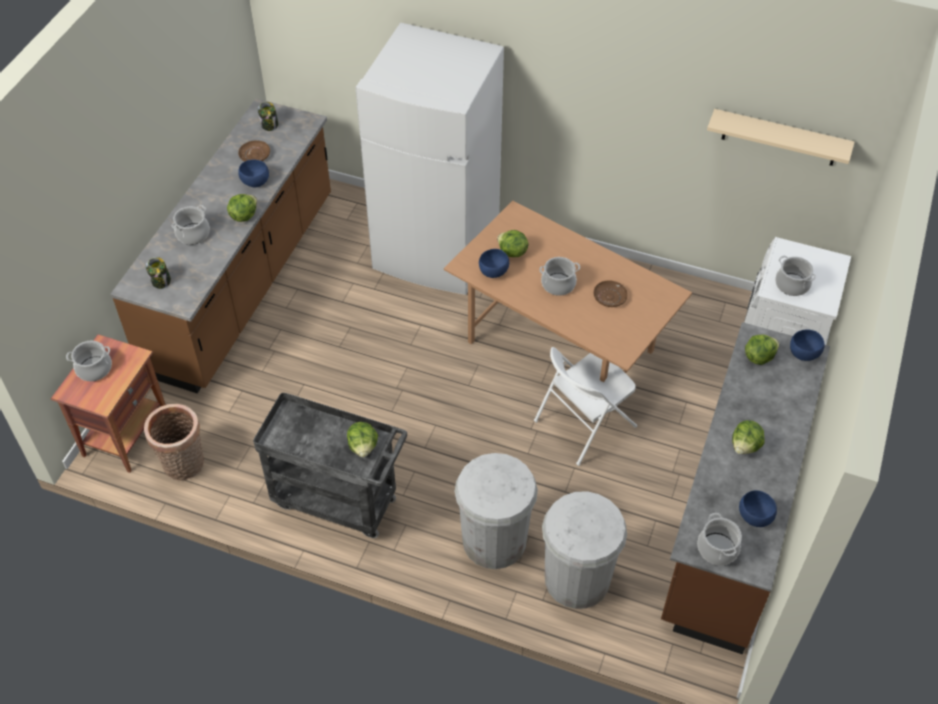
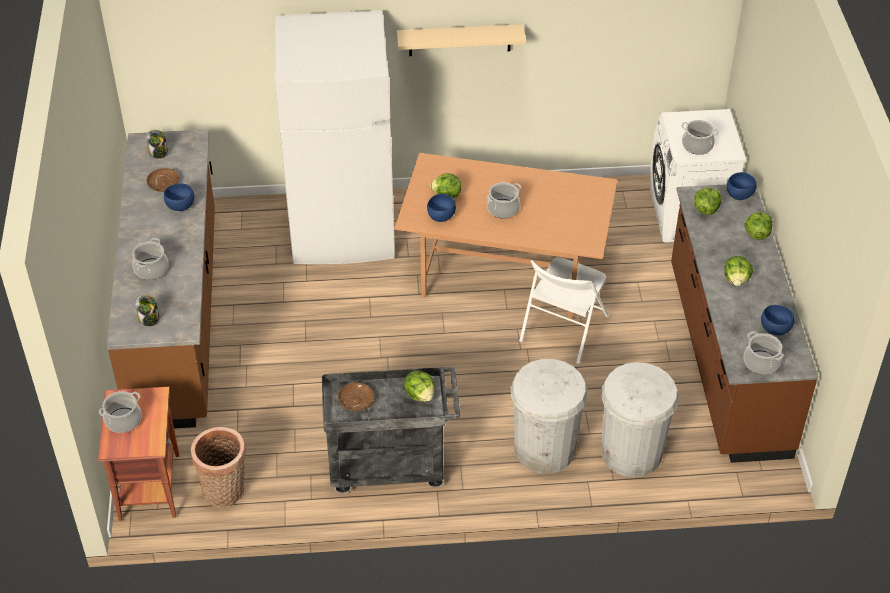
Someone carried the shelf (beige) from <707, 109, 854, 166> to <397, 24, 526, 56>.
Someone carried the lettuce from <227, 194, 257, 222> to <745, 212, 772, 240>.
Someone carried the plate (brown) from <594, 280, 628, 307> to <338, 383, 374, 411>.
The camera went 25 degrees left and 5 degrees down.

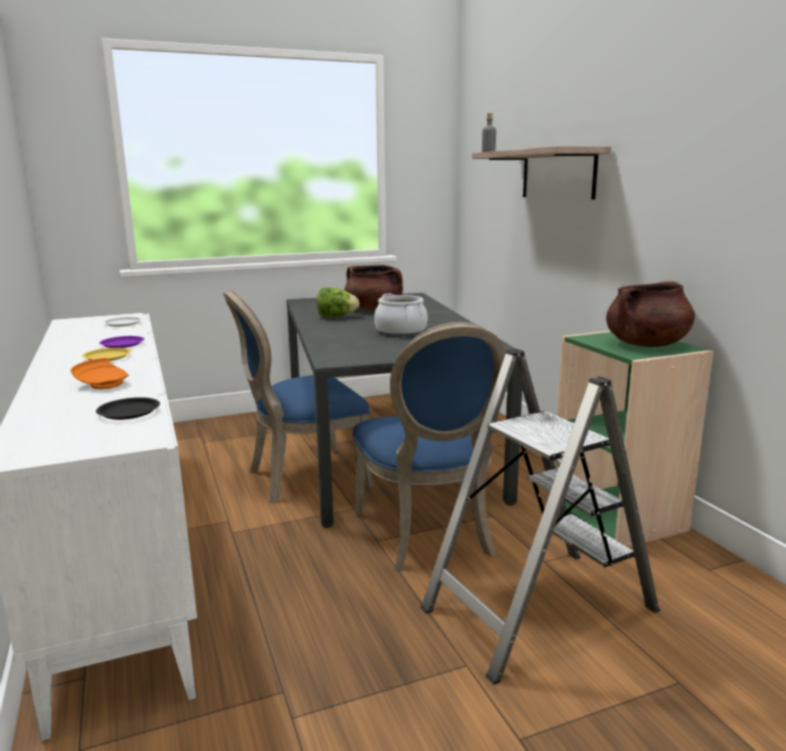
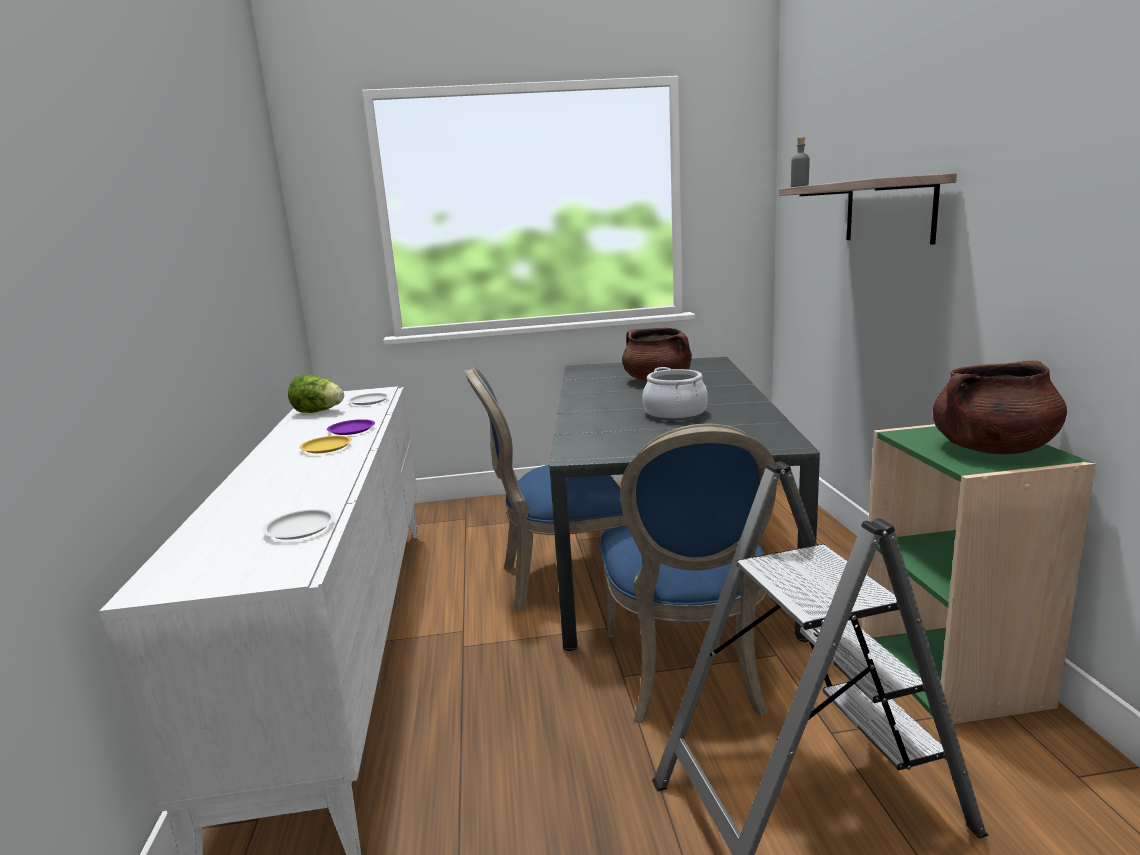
Someone carried the lettuce from <317, 288, 359, 318> to <288, 375, 344, 413>.
Someone took away the plate (orange) at <71, 358, 129, 389>.
Someone repainted the plate (black) at <96, 397, 160, 420>, which became the plate (white) at <262, 509, 335, 540>.
The camera went 15 degrees right and 0 degrees up.

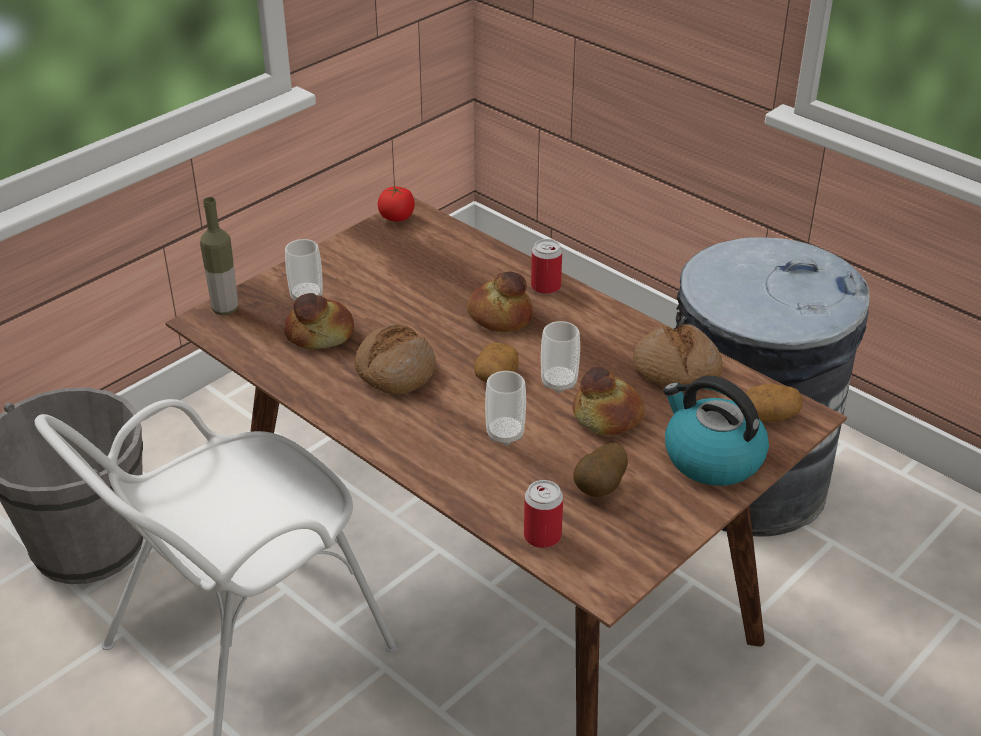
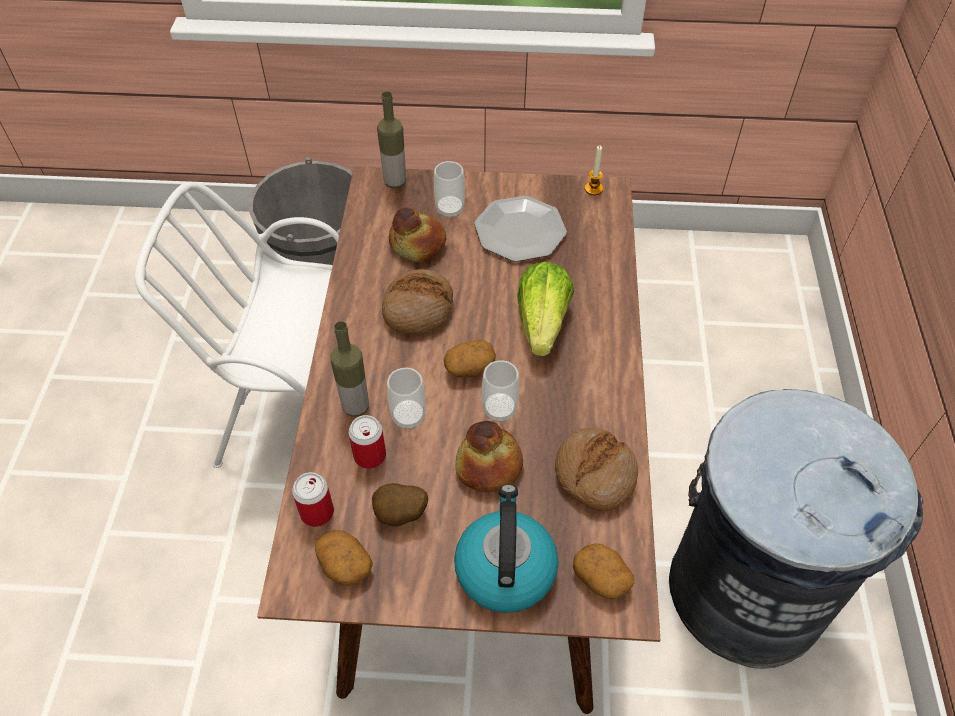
Someone swapped the tomato at <378, 186, 415, 222> for the candle at <585, 145, 603, 195>.
Someone carried the can from <531, 239, 562, 294> to <348, 415, 386, 469>.
Someone swapped the bread at <467, 272, 533, 332> for the lettuce at <517, 262, 574, 356>.
Someone put down the plate at <474, 196, 567, 262>.
Someone put down the bottle at <331, 321, 369, 417>.
Someone put down the potato at <315, 530, 373, 586>.
The camera went 50 degrees right and 15 degrees up.

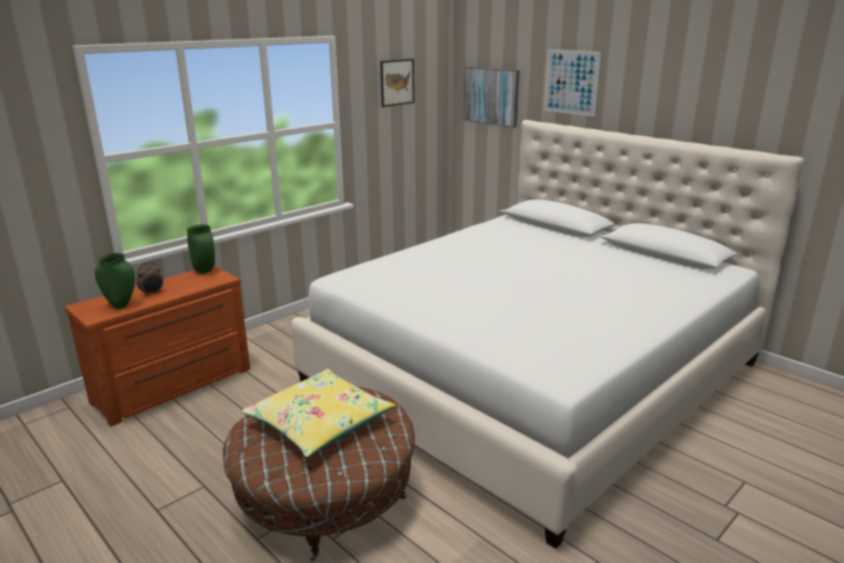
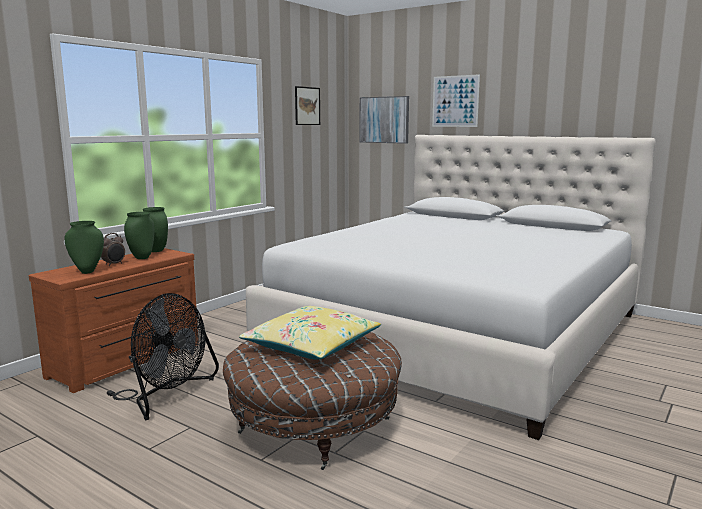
Someone put down the vase (green) at <124, 212, 155, 259>.
Someone put down the fan (black) at <107, 293, 219, 421>.
The camera went 10 degrees left and 10 degrees down.

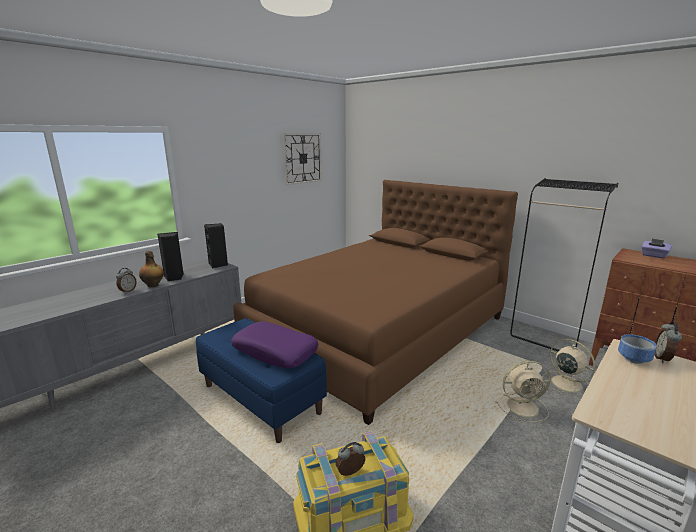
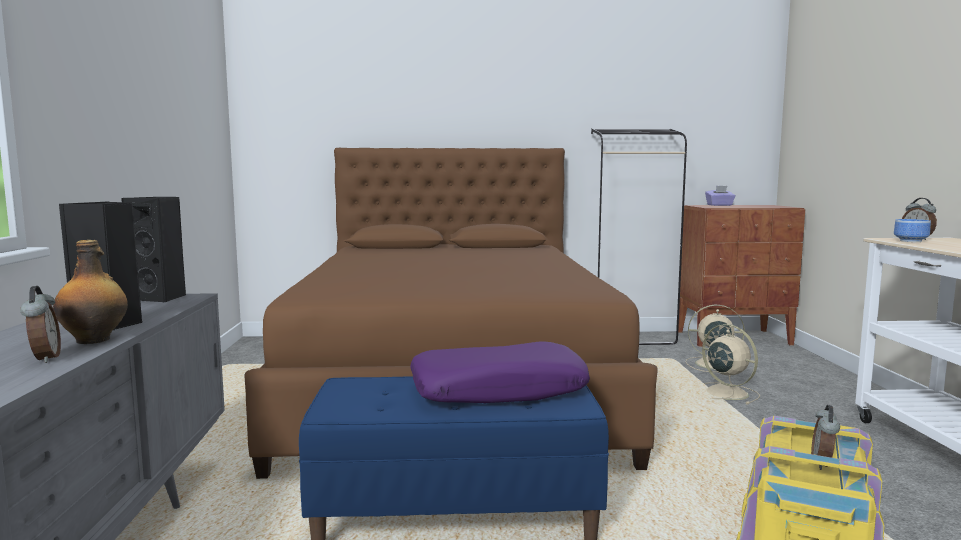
Someone took away the wall clock at <283, 133, 322, 185>.
Someone rotated the fan (beige) at <495, 361, 551, 422> by 75 degrees counterclockwise.
The camera went 45 degrees left and 10 degrees down.

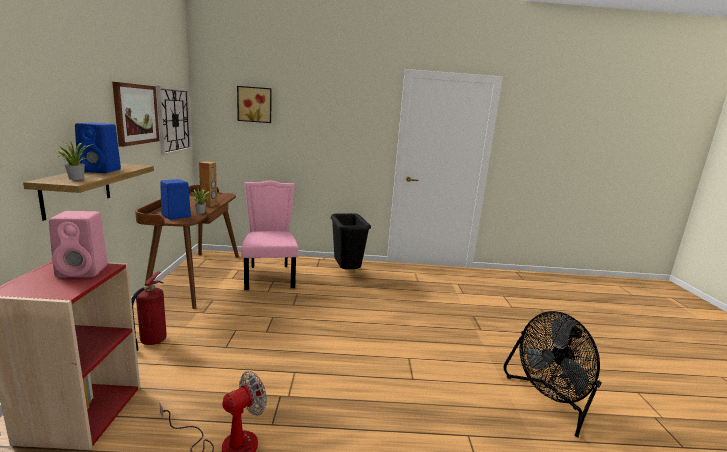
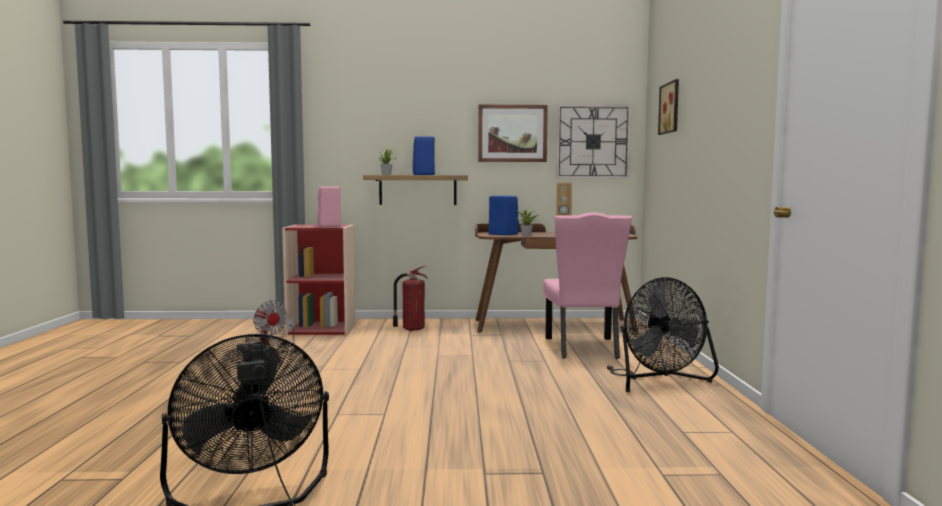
Someone rotated the chair (pink) at <241, 181, 298, 290> by 105 degrees clockwise.
Someone swapped the trash can (black) at <331, 213, 371, 269> for the fan (black) at <607, 277, 719, 392>.
The camera went 90 degrees right and 10 degrees down.

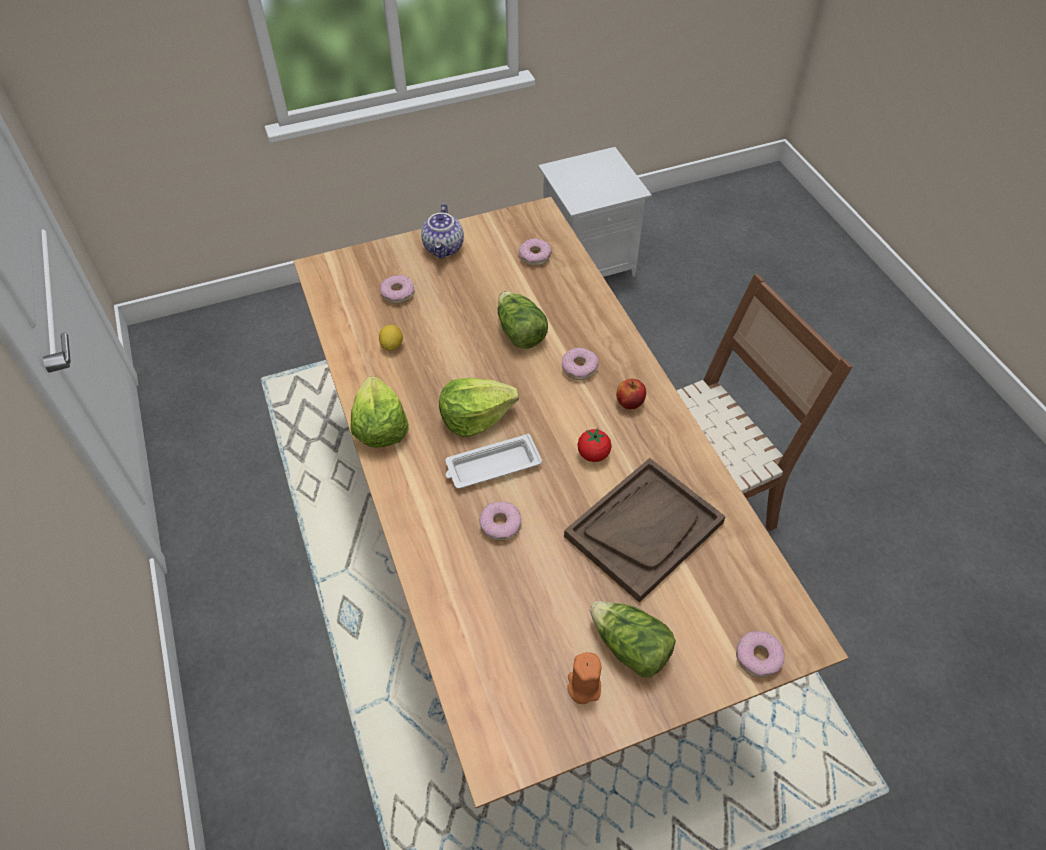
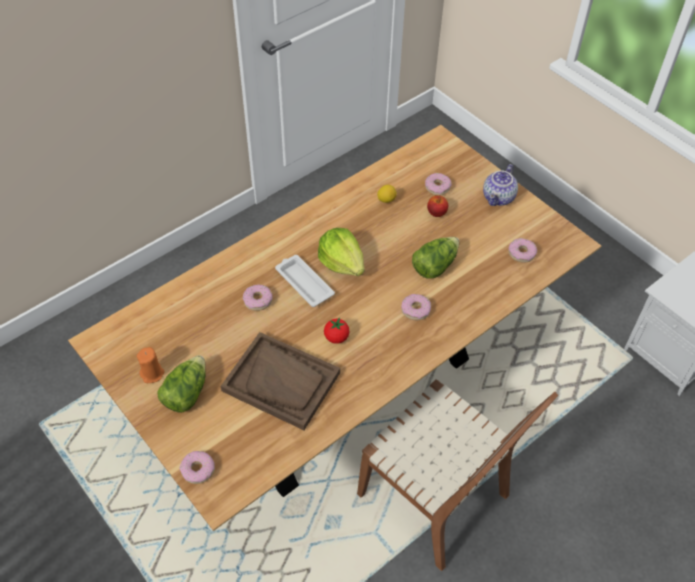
Someone rotated the teapot at <421, 203, 464, 259> by 45 degrees counterclockwise.
Someone took away the lettuce at <351, 376, 409, 448>.
Someone carried the apple from <616, 379, 646, 409> to <427, 195, 448, 217>.
The camera went 70 degrees right and 0 degrees up.

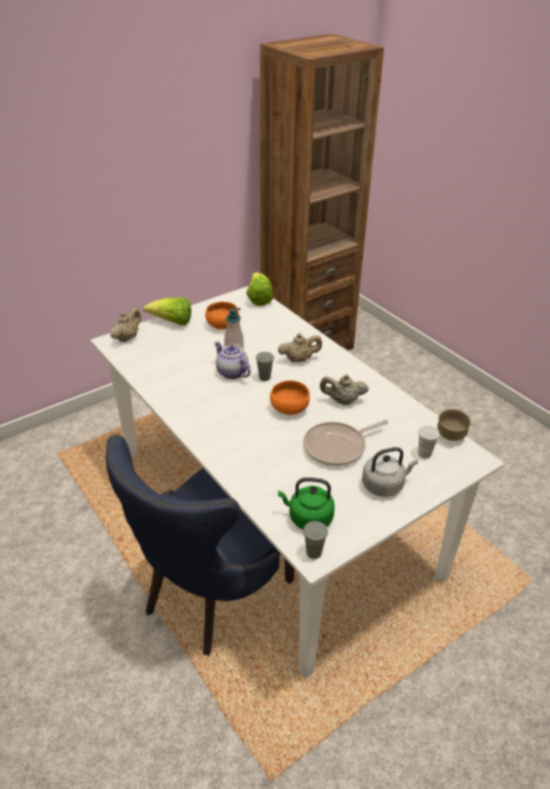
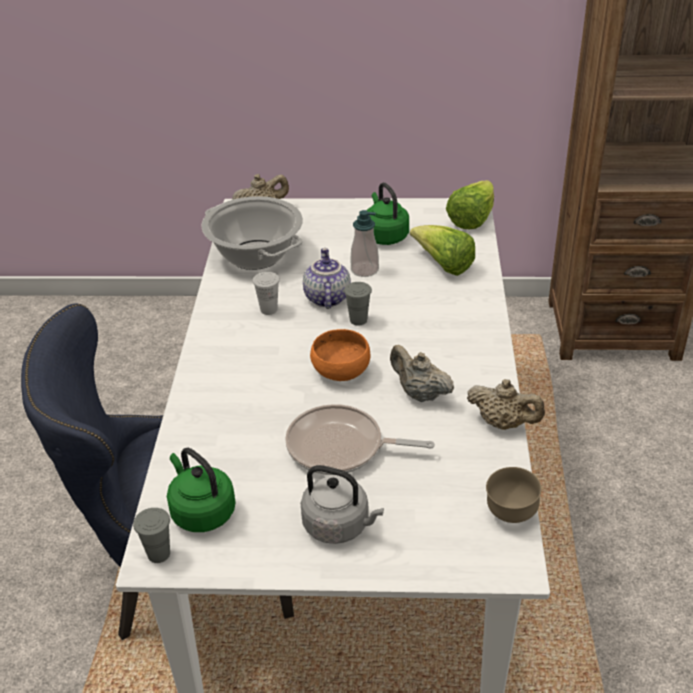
Someone carried the lettuce from <143, 297, 191, 325> to <410, 225, 475, 276>.
Someone swapped the bowl (orange) at <205, 302, 239, 329> for the kettle (green) at <366, 182, 409, 245>.
Someone carried the teapot (beige) from <278, 333, 322, 363> to <467, 379, 545, 430>.
Someone carried the cup (white) from <418, 426, 440, 459> to <253, 272, 280, 315>.
Someone put down the cooking pot at <201, 196, 303, 270>.
The camera went 40 degrees right and 0 degrees up.

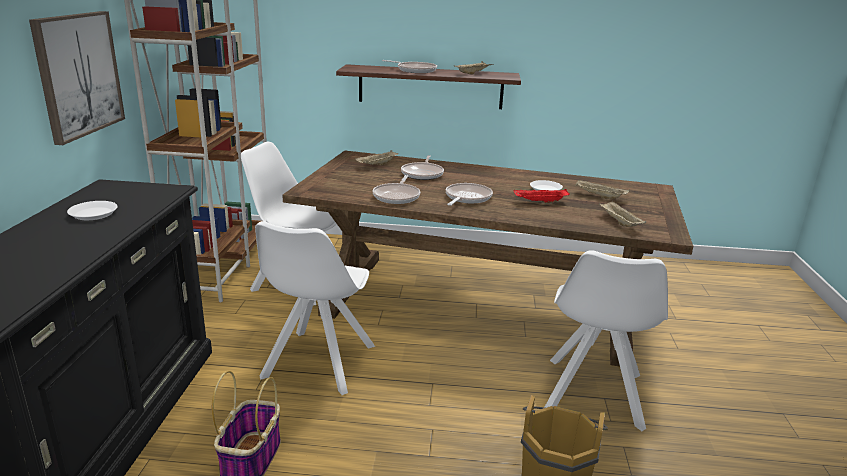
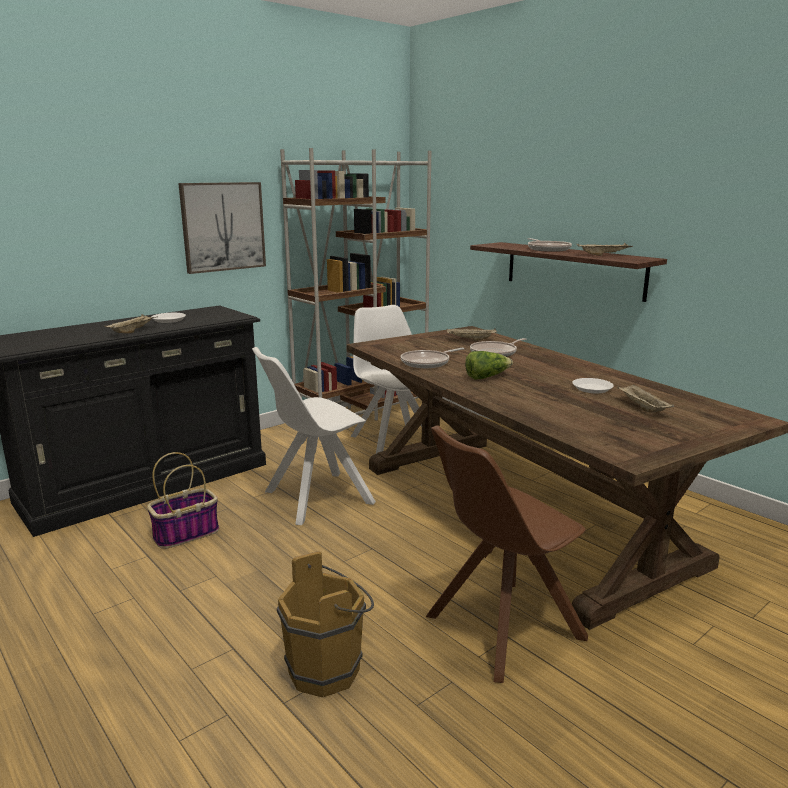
Someone swapped the frying pan at <446, 183, 493, 206> for the lettuce at <465, 351, 513, 379>.
Someone took away the tray (red) at <514, 189, 570, 204>.
Someone carried the tray (beige) from <599, 201, 646, 227> to <104, 314, 155, 334>.
Someone repainted the chair (white) at <545, 250, 668, 431>, which became the chair (brown) at <426, 425, 588, 683>.
The camera went 45 degrees right and 5 degrees down.

